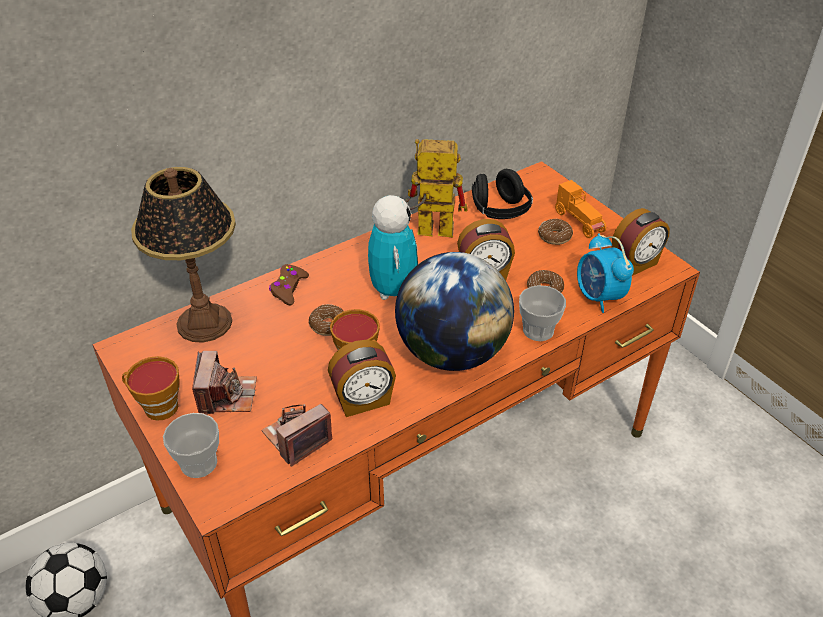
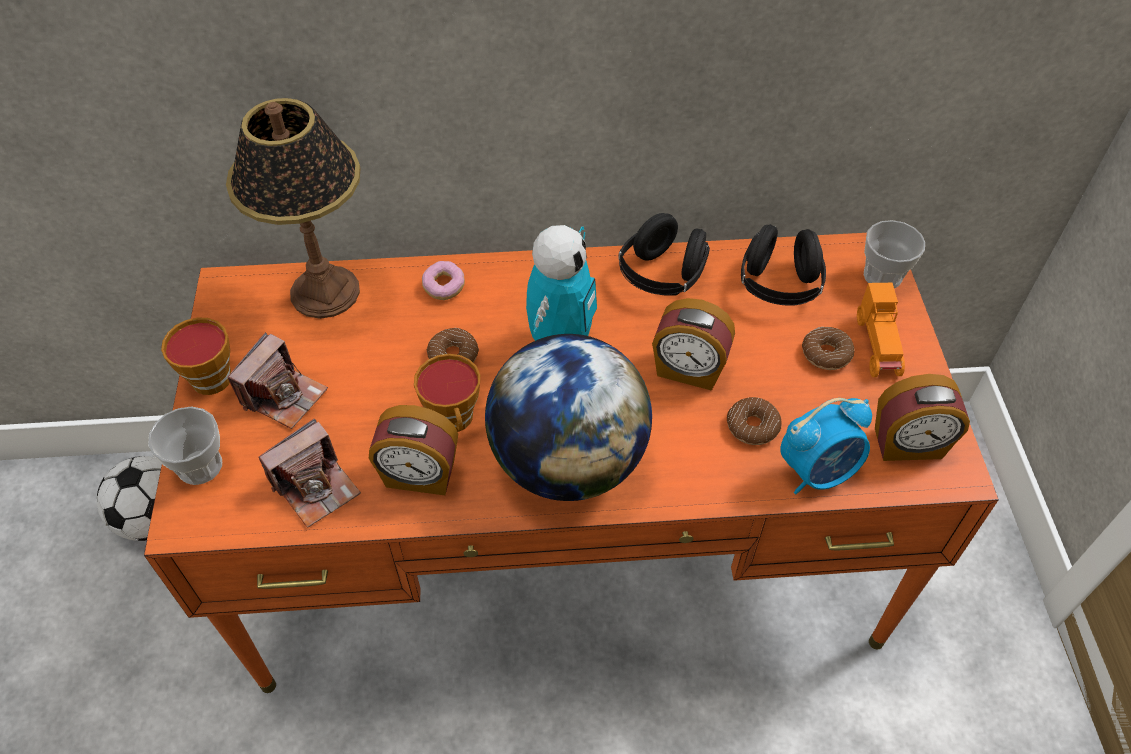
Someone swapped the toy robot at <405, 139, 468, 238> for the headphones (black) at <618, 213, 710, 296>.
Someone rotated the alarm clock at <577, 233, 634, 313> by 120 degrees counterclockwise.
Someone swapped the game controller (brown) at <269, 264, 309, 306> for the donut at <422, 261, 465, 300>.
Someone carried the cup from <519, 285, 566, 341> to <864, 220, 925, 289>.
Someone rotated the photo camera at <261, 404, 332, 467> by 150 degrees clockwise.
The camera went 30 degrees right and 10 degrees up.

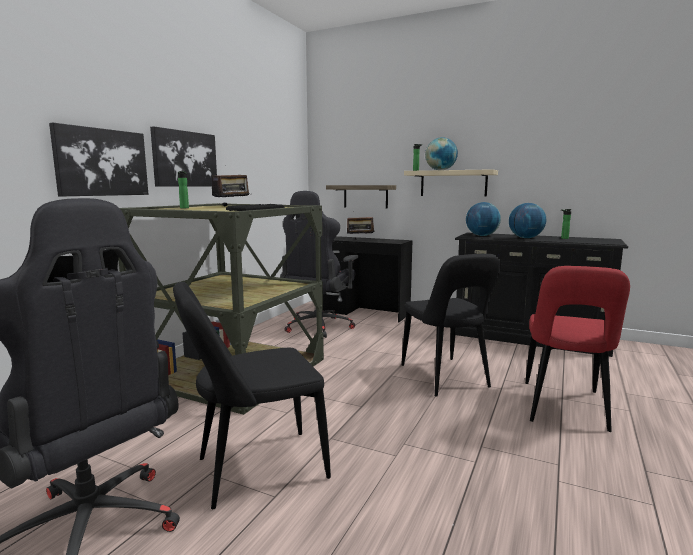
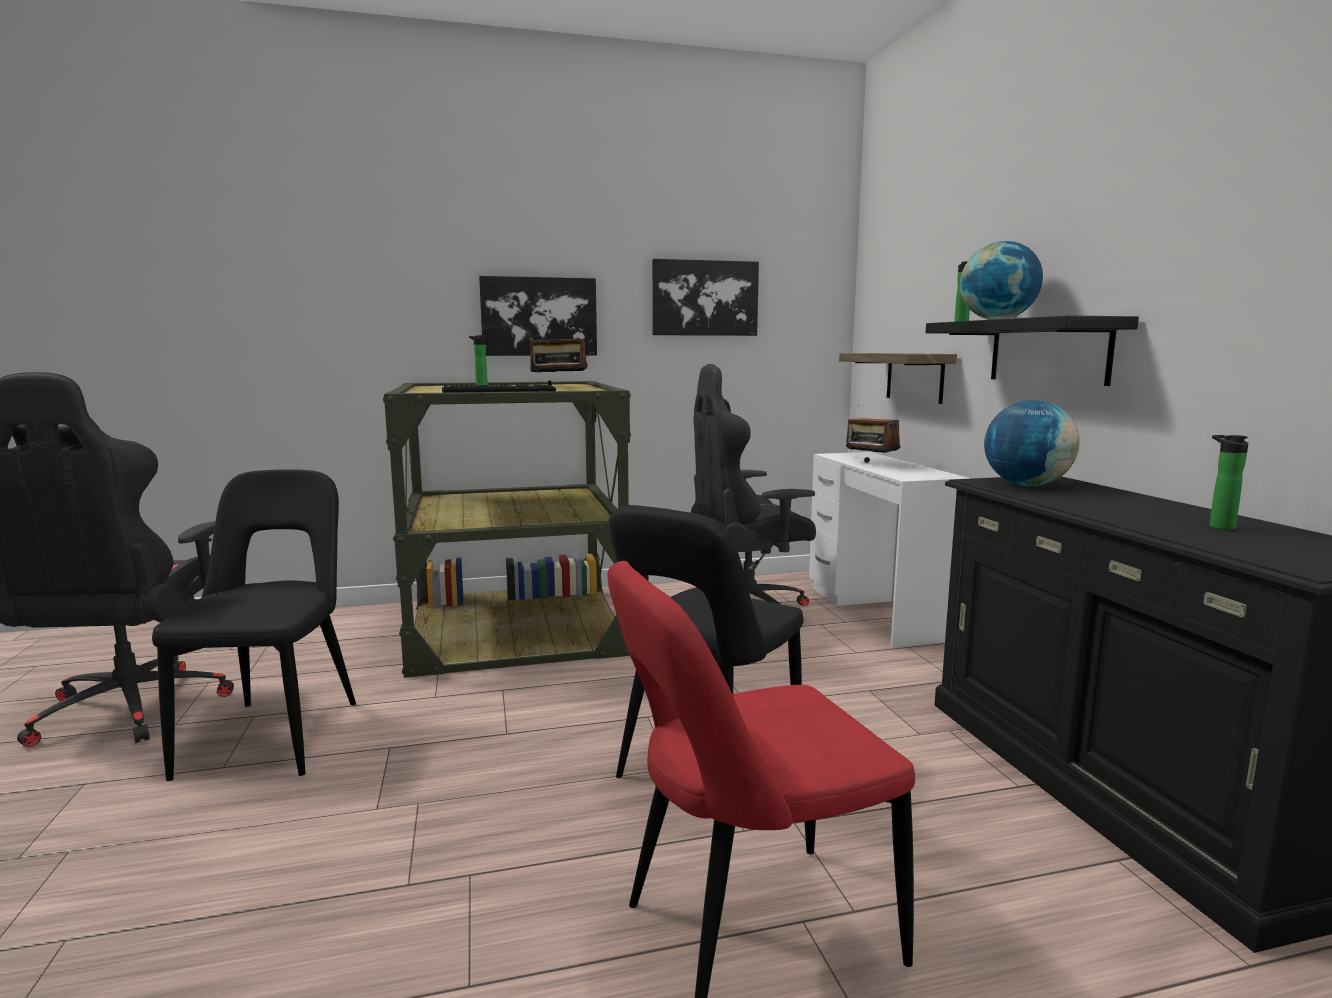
Someone carried the picture from <49, 123, 148, 196> to <652, 259, 759, 336>.
Someone repainted the shelf (beige) at <404, 169, 498, 196>, which became the shelf (black) at <926, 315, 1139, 386>.
Someone took away the globe at <509, 203, 546, 238>.
Someone repainted the desk (black) at <323, 236, 412, 322>, which became the desk (white) at <809, 452, 971, 647>.
Someone rotated the chair (black) at <173, 282, 331, 509> by 60 degrees clockwise.
The camera went 50 degrees right and 0 degrees up.

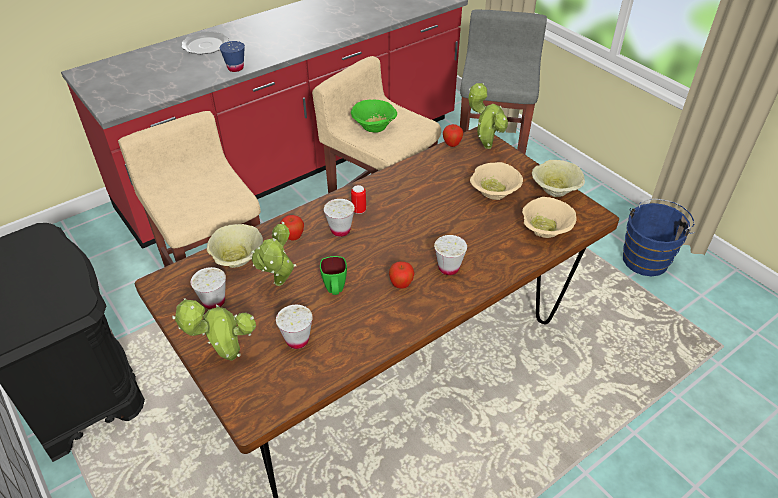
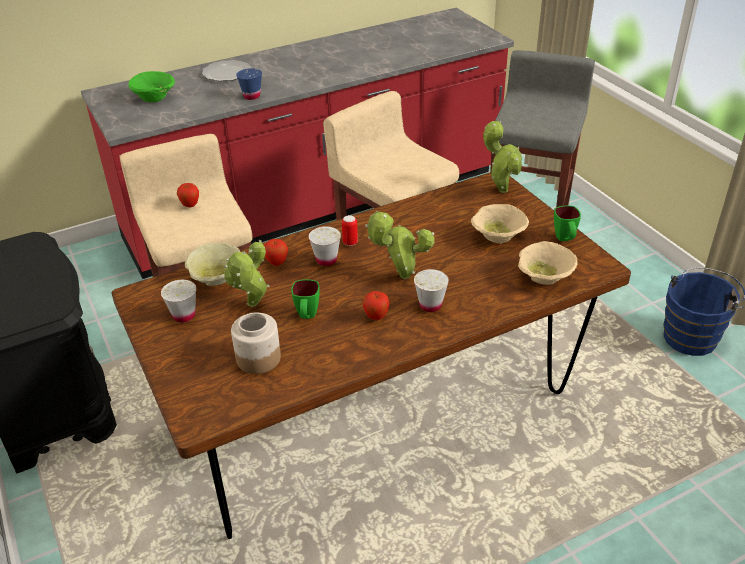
Someone carried the bowl (green) from <351, 99, 397, 133> to <128, 71, 175, 102>.
Someone carried the apple from <443, 124, 463, 147> to <177, 183, 199, 208>.
Someone swapped the bowl (beige) at <532, 160, 585, 197> for the mug (green) at <554, 206, 581, 241>.
Someone carried the potted plant from <172, 298, 256, 361> to <365, 211, 435, 279>.
Someone swapped the cup (white) at <276, 305, 313, 349> for the jar at <231, 313, 281, 374>.
The camera went 10 degrees right and 5 degrees down.

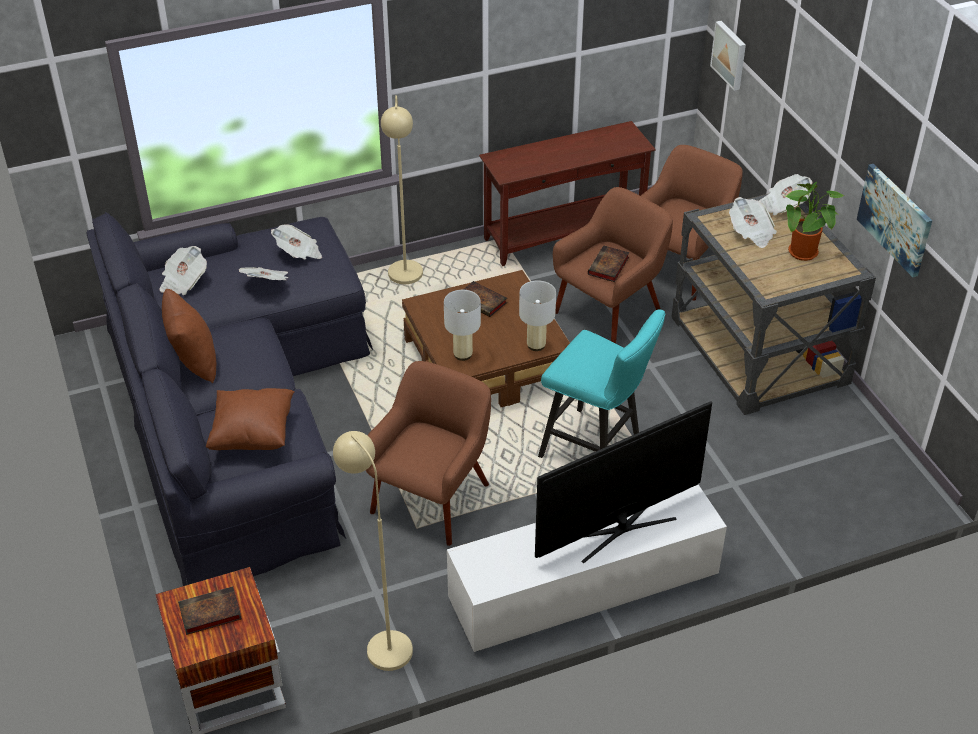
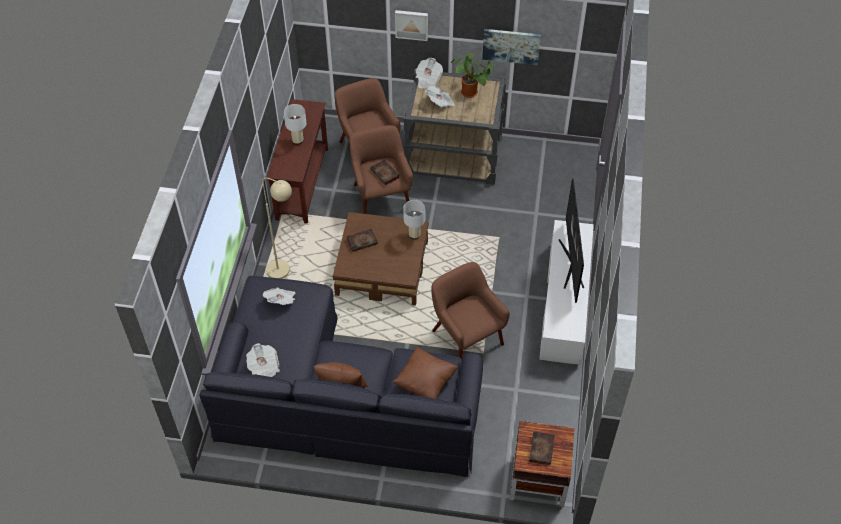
Someone carried the picture from <710, 21, 746, 91> to <395, 10, 428, 41>.
Someone took away the newspaper at <239, 267, 288, 280>.
Someone carried the table lamp (white) from <444, 290, 481, 361> to <283, 104, 306, 145>.
Someone took away the stool (turquoise) at <538, 309, 665, 458>.
Someone took away the floor lamp (beige) at <333, 431, 413, 671>.
The camera went 60 degrees left and 10 degrees up.

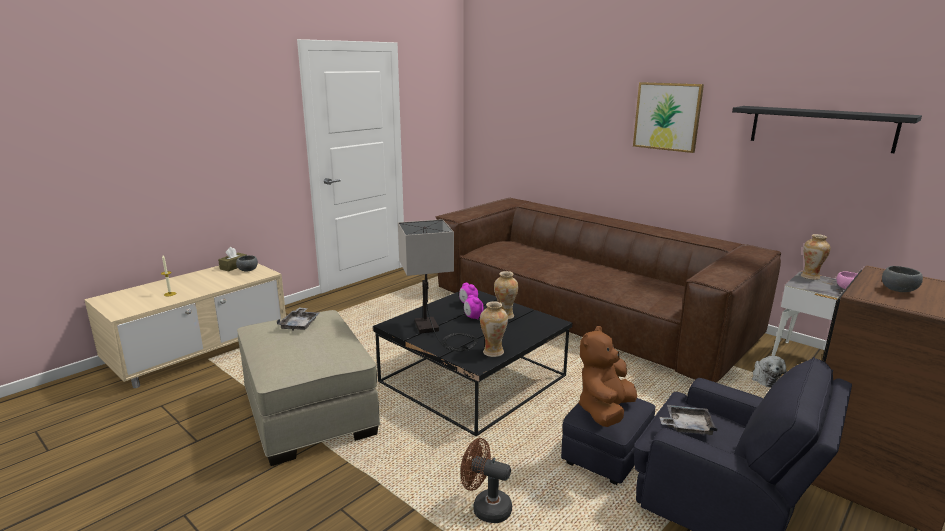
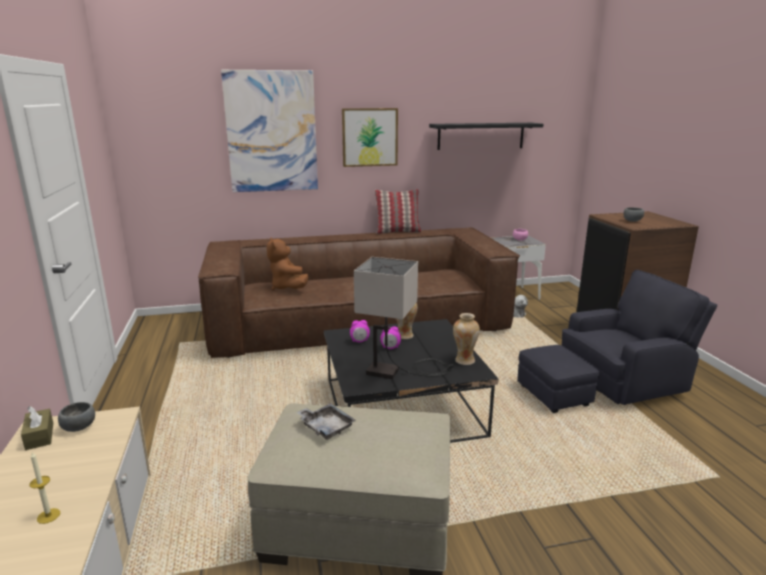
Someone took away the vase at <801, 234, 830, 280>.
Someone carried the plush toy (brown) from <578, 326, 637, 427> to <267, 237, 309, 290>.
Someone took away the tray (grey) at <660, 405, 718, 435>.
Someone took away the fan (brown) at <461, 438, 512, 523>.
Someone put up the picture at <221, 70, 318, 192>.
Someone put down the pillow at <375, 189, 421, 234>.
The camera went 55 degrees left and 0 degrees up.

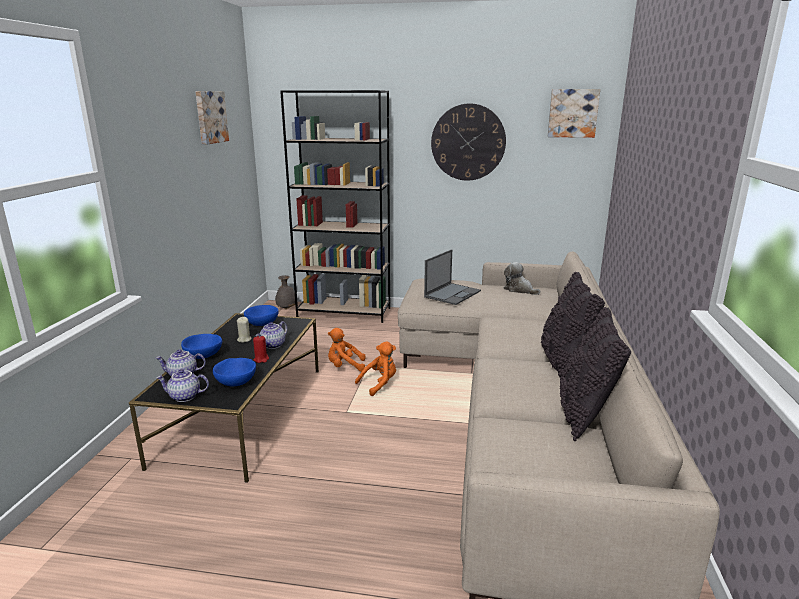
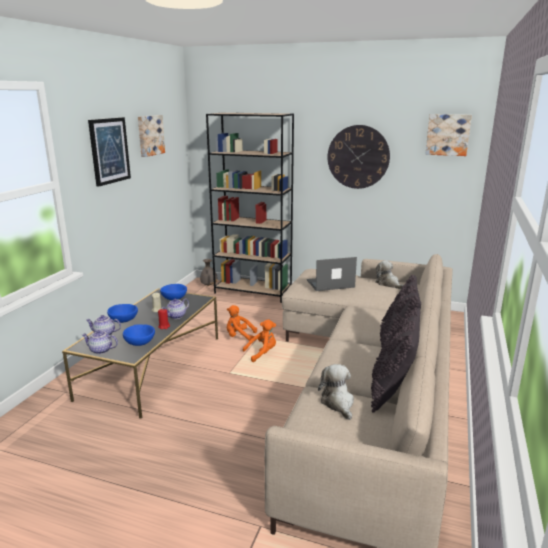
Someone rotated the laptop at <424, 249, 481, 305> by 150 degrees counterclockwise.
Someone put up the picture at <88, 117, 131, 187>.
Someone put down the plush toy at <318, 364, 354, 420>.
The camera went 10 degrees right and 0 degrees up.

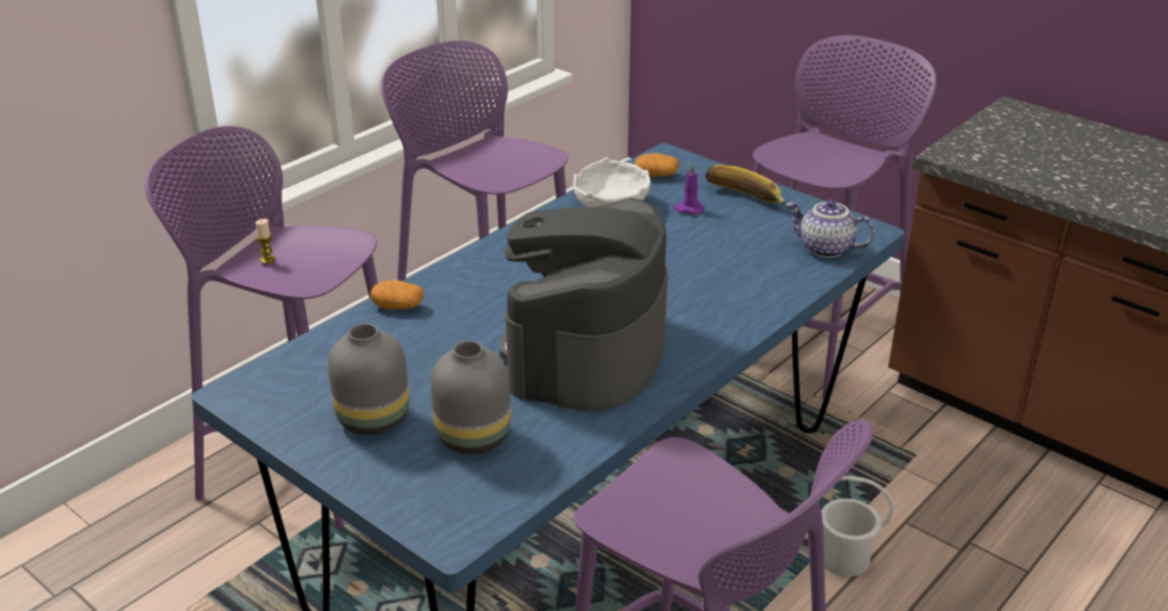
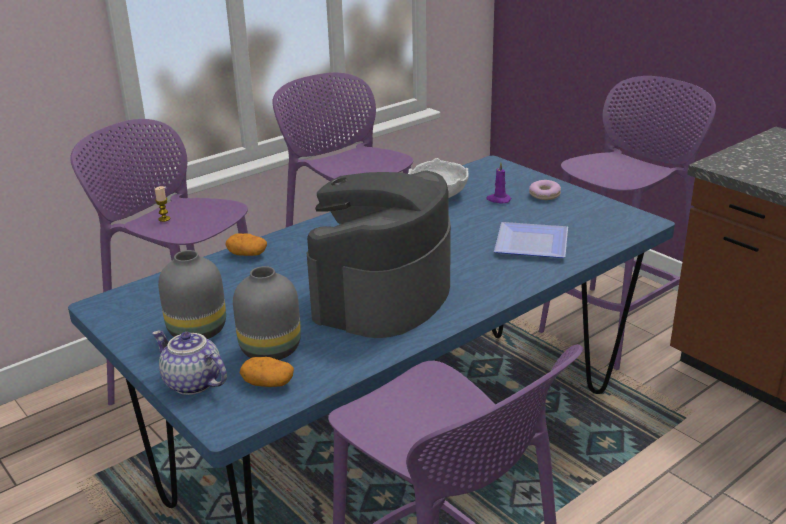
Someone carried the potato from <634, 153, 679, 177> to <240, 357, 294, 387>.
Someone swapped the banana at <705, 165, 785, 204> for the donut at <529, 180, 561, 200>.
Someone carried the teapot from <786, 200, 875, 258> to <152, 330, 227, 395>.
Someone took away the bucket (white) at <821, 476, 893, 577>.
Someone put down the plate at <494, 222, 568, 258>.
The camera went 10 degrees right and 5 degrees down.

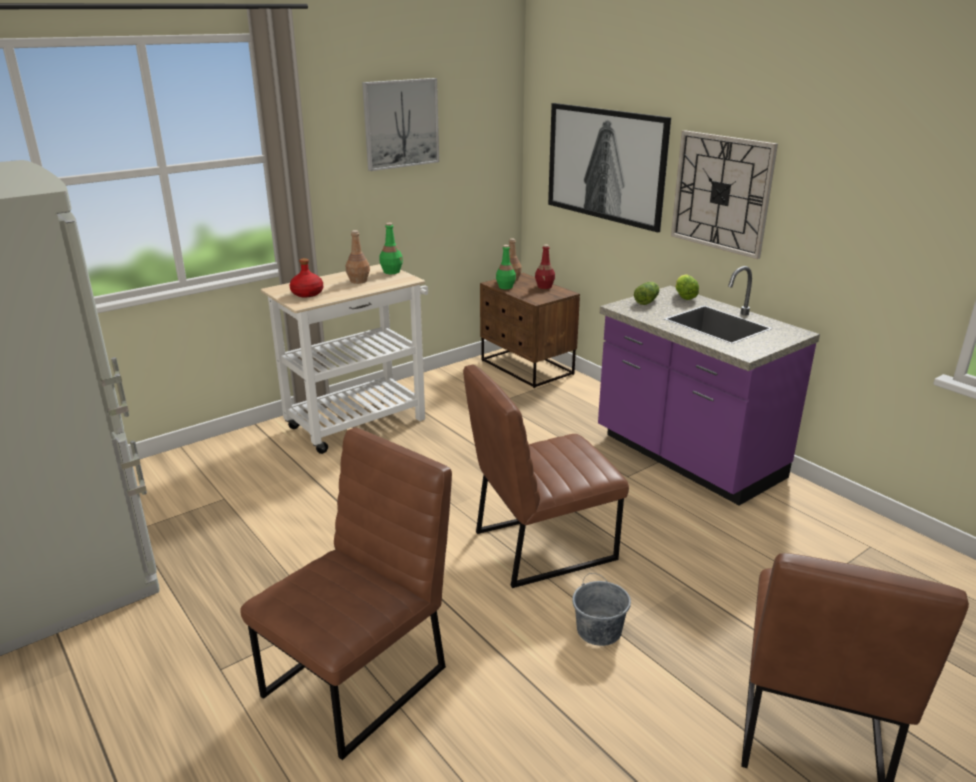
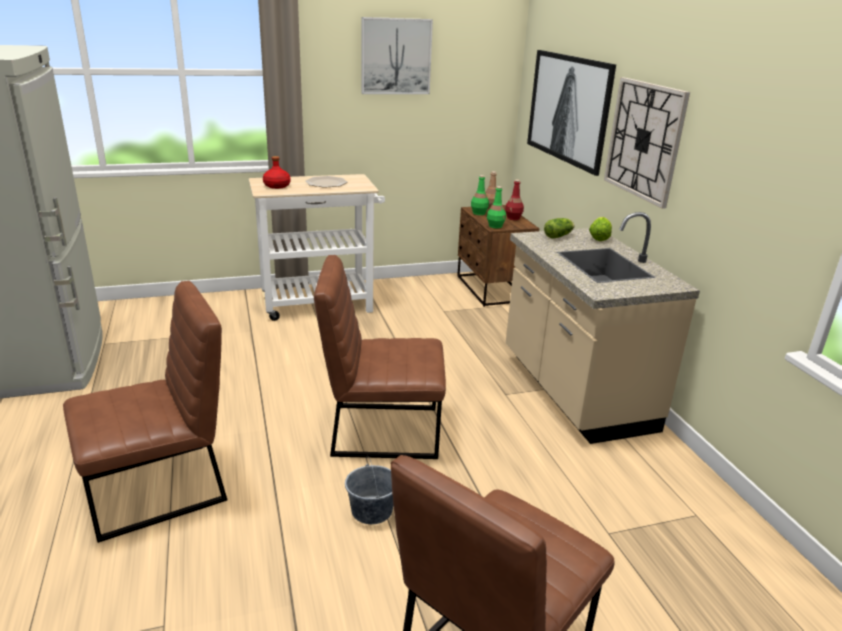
Someone carried the bottle (green) from <380, 223, 403, 274> to <487, 186, 506, 228>.
Someone swapped the bottle (brown) at <346, 230, 370, 284> for the plate at <305, 176, 347, 188>.
Someone repainted the counter (purple) at <598, 266, 820, 505>, which became the counter (beige) at <506, 212, 700, 444>.
The camera went 20 degrees right and 0 degrees up.

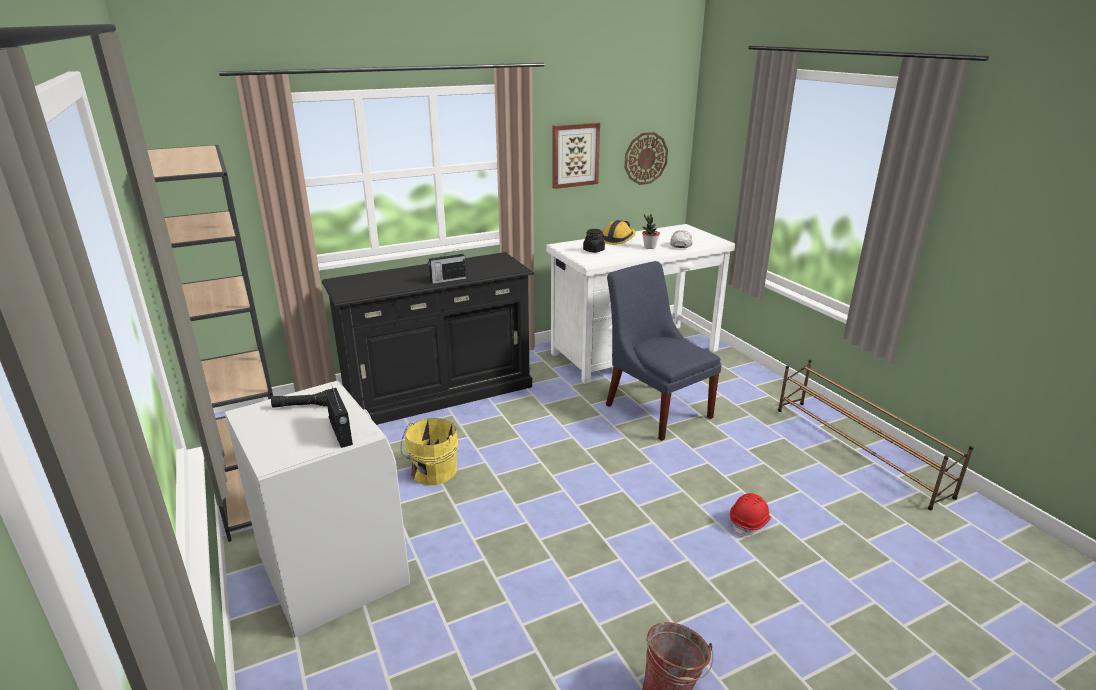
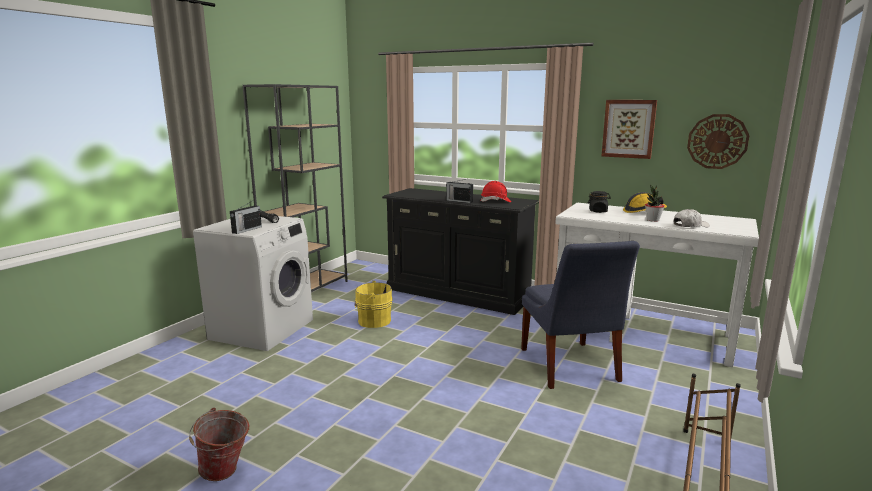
Someone rotated the chair (blue) at <606, 261, 722, 441> by 150 degrees clockwise.
Someone carried the hard hat (red) from <730, 493, 771, 536> to <480, 181, 511, 202>.
The camera went 55 degrees right and 10 degrees down.

